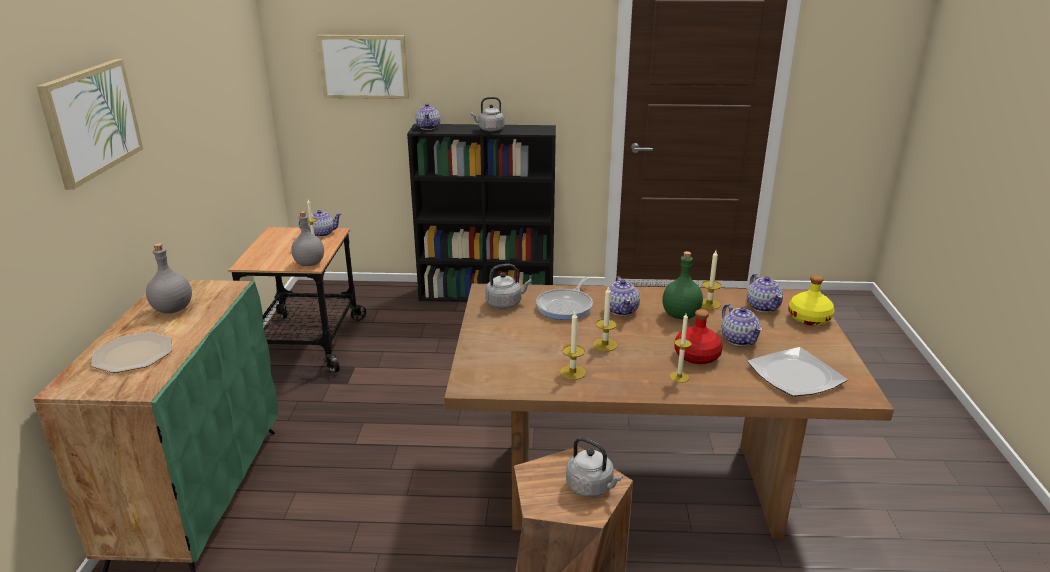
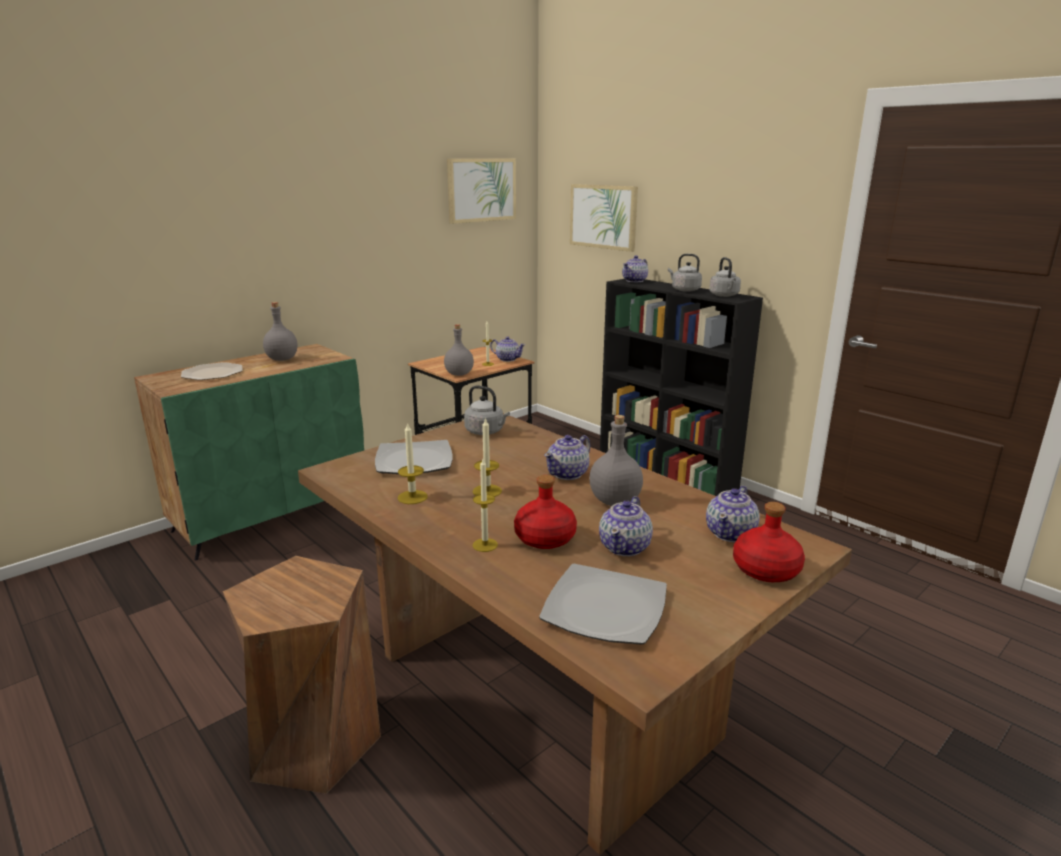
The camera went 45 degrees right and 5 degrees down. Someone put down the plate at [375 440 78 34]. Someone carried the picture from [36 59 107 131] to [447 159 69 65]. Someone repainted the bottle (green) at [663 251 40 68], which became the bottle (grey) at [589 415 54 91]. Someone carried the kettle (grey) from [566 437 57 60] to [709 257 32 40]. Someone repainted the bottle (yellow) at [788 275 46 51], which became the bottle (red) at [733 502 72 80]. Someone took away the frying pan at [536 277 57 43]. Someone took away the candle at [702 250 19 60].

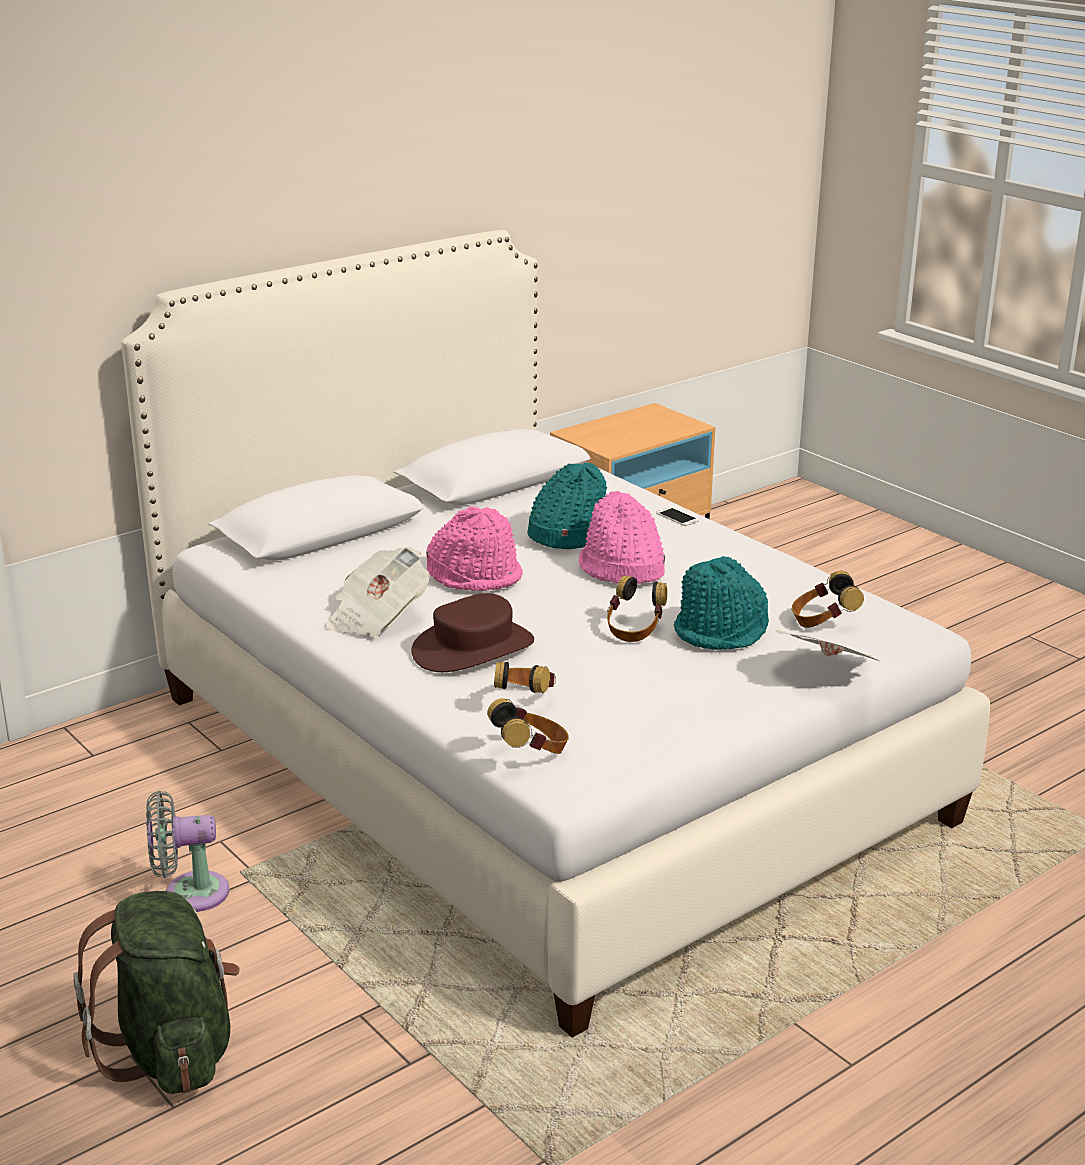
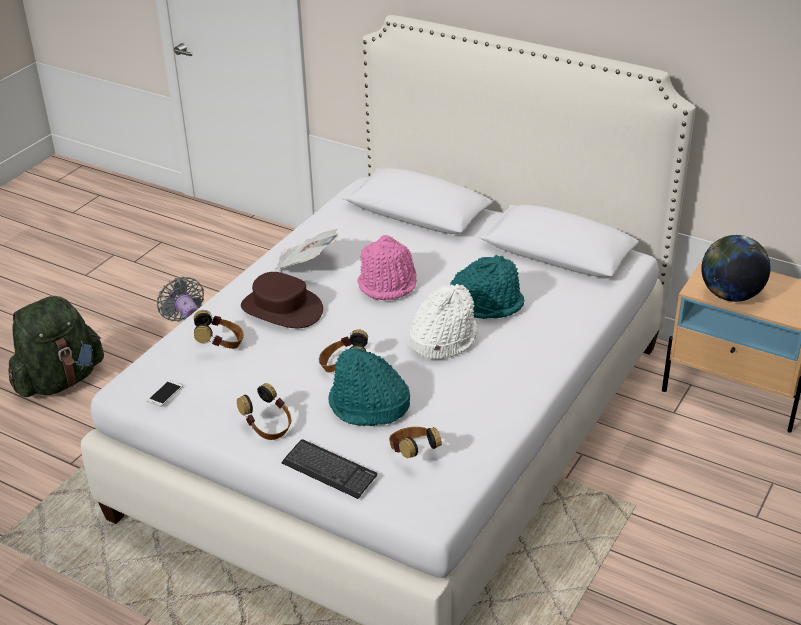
The camera went 70 degrees right and 10 degrees up. Someone carried the phone from [656 507 43 19] to [147 380 36 27]. Someone carried the headphones from [487 698 82 56] to [237 383 55 57]. Someone swapped the newspaper at [776 630 103 31] for the keyboard at [282 439 95 60]. Someone repainted the hat (pink) at [579 491 86 93], which became the hat (white) at [408 284 70 75]. Someone put down the globe at [701 235 70 67].

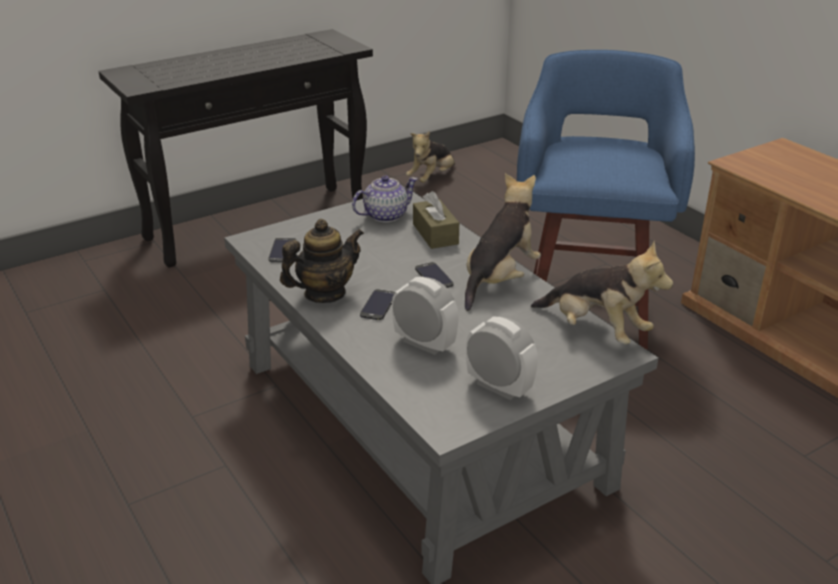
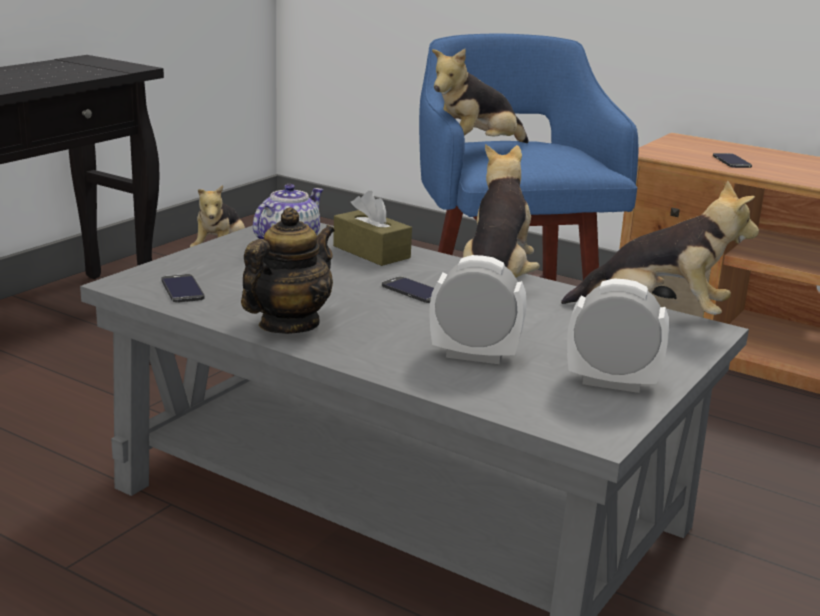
The camera went 25 degrees left and 10 degrees down. Someone put down the plush toy at [432 49 97 94]. Someone carried the phone from [360 289 35 31] to [713 153 39 15].

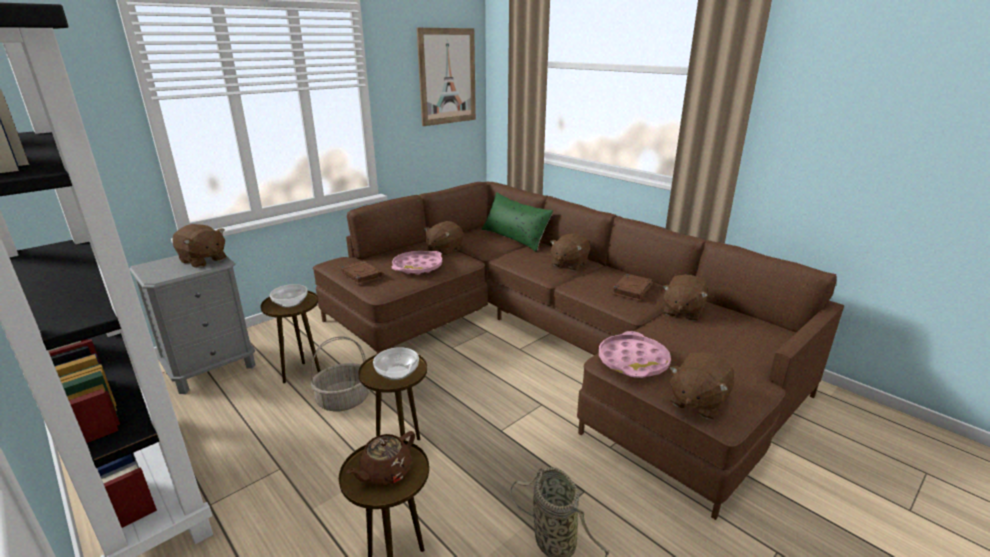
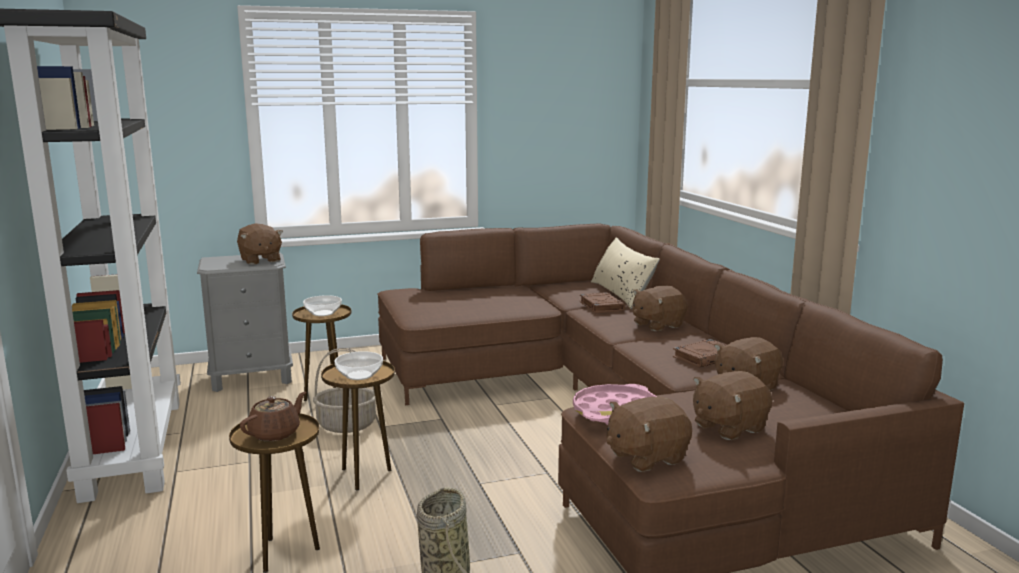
The camera went 25 degrees right and 10 degrees down. Someone rotated the teapot (brown) at [346 431 69 54] by 150 degrees clockwise. Someone carried the book (brown) from [340 261 43 24] to [580 292 45 21]. Someone repainted the pillow (green) at [482 192 71 60], which became the pillow (beige) at [591 237 69 72]. Someone carried the plush toy (brown) from [424 221 39 35] to [693 371 79 69]. Someone took away the tray (pink) at [391 251 51 24]. Someone took away the picture at [417 28 59 98].

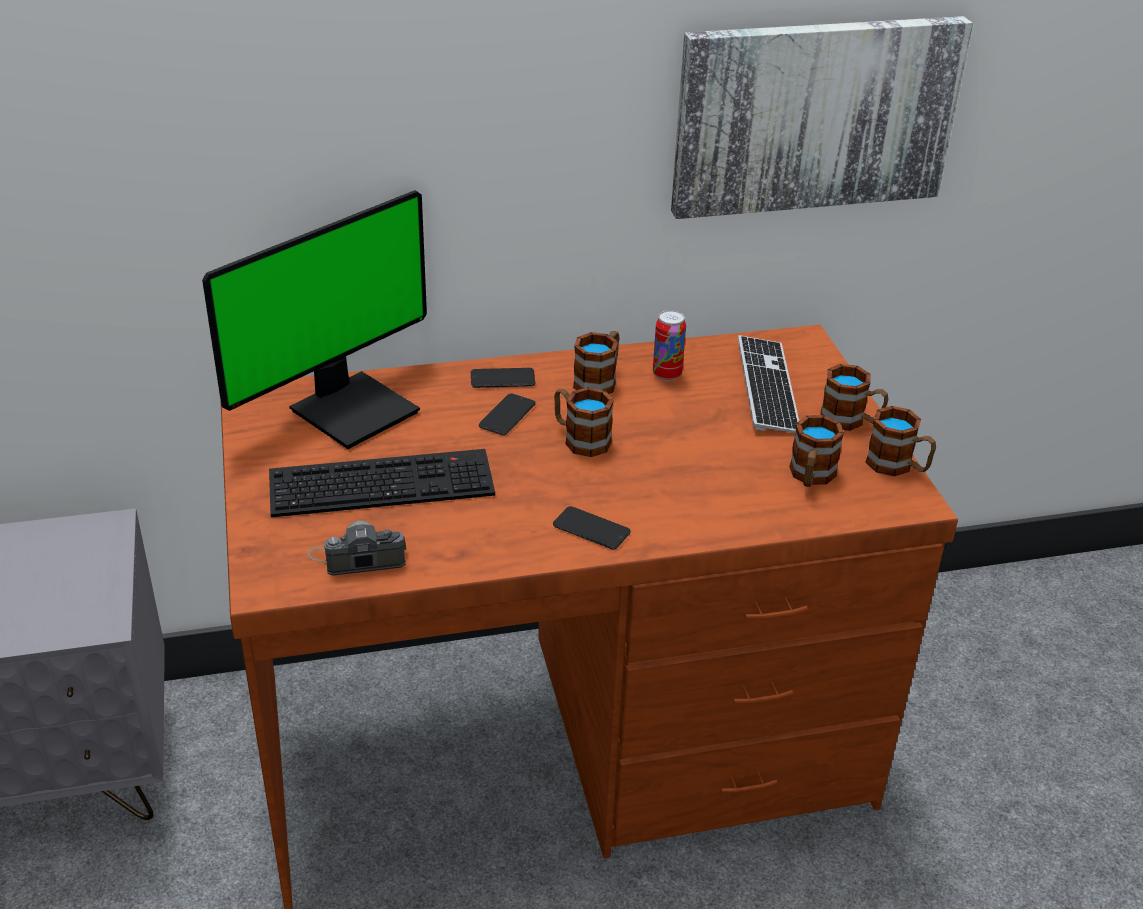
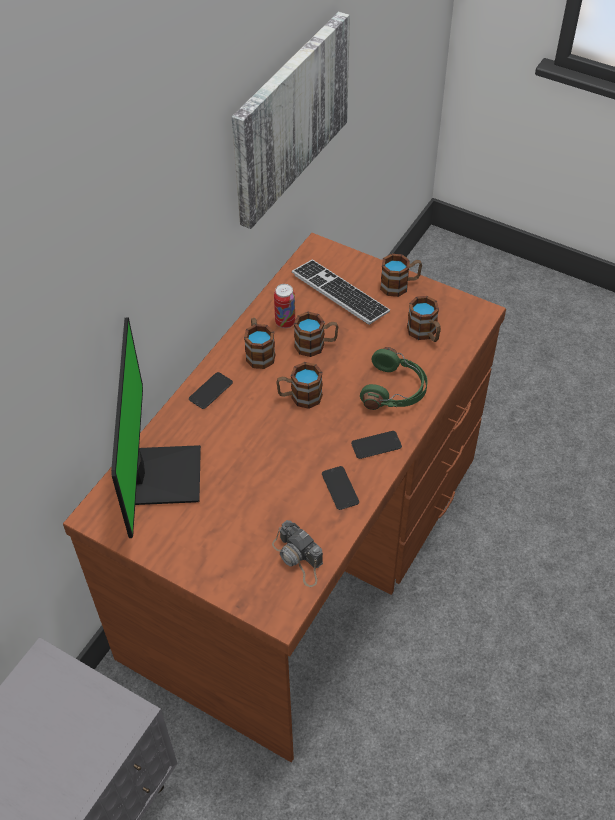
The camera went 45 degrees left and 15 degrees up. Someone rotated the photo camera at [307 520 99 56] by 75 degrees counterclockwise. Someone carried the mug from [866 406 70 70] to [294 312 44 45]. Someone carried the phone from [479 394 57 41] to [322 466 37 44]. Someone put down the headphones (green) at [360 347 68 63]. Someone took away the keyboard at [269 449 226 69].

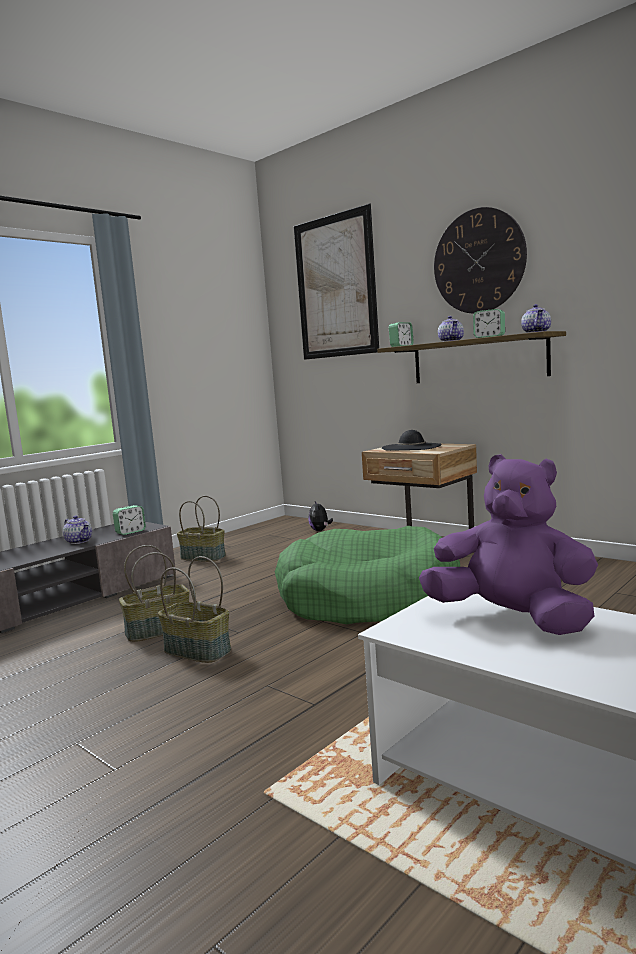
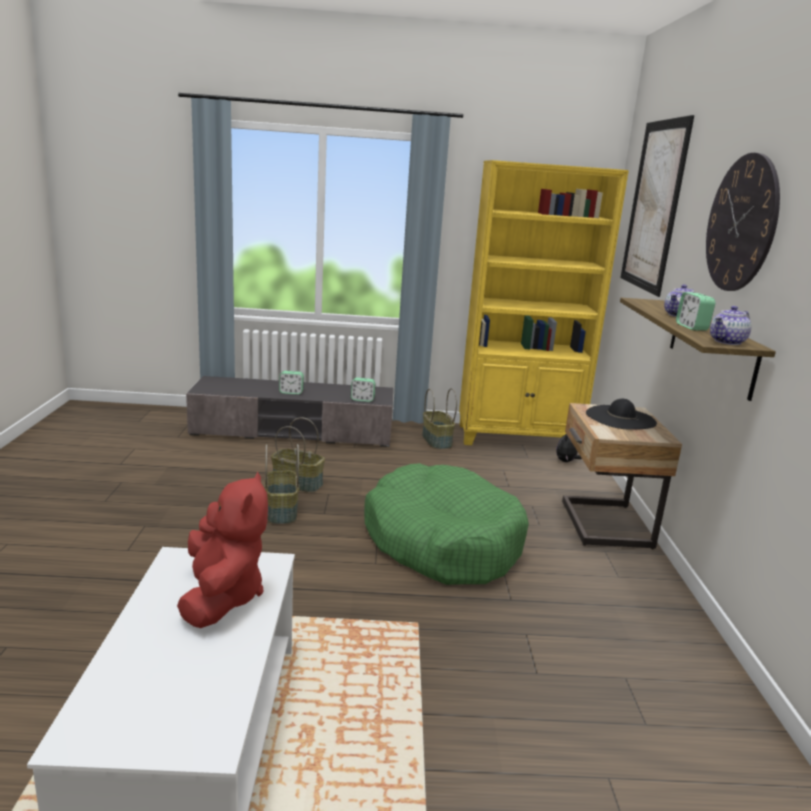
The camera went 45 degrees right and 10 degrees up. Someone repainted the plush toy (purple) at [419 454 179 181], which became the plush toy (red) at [177 472 91 156]. Someone carried the alarm clock from [389 322 25 25] to [279 371 25 23]. Someone put down the bookcase (yellow) at [459 160 170 285]. Someone took away the teapot at [63 515 29 29].

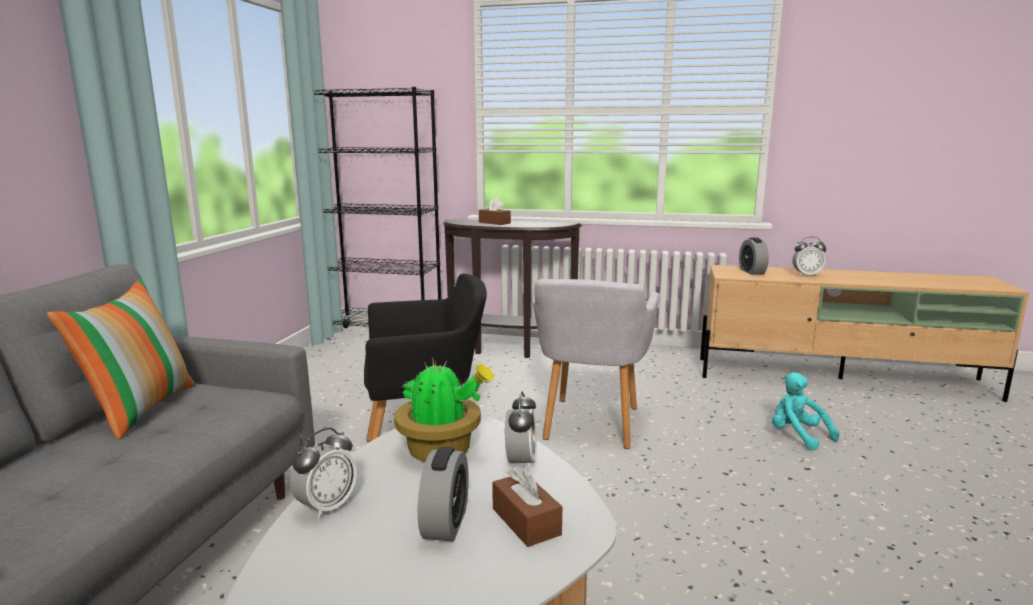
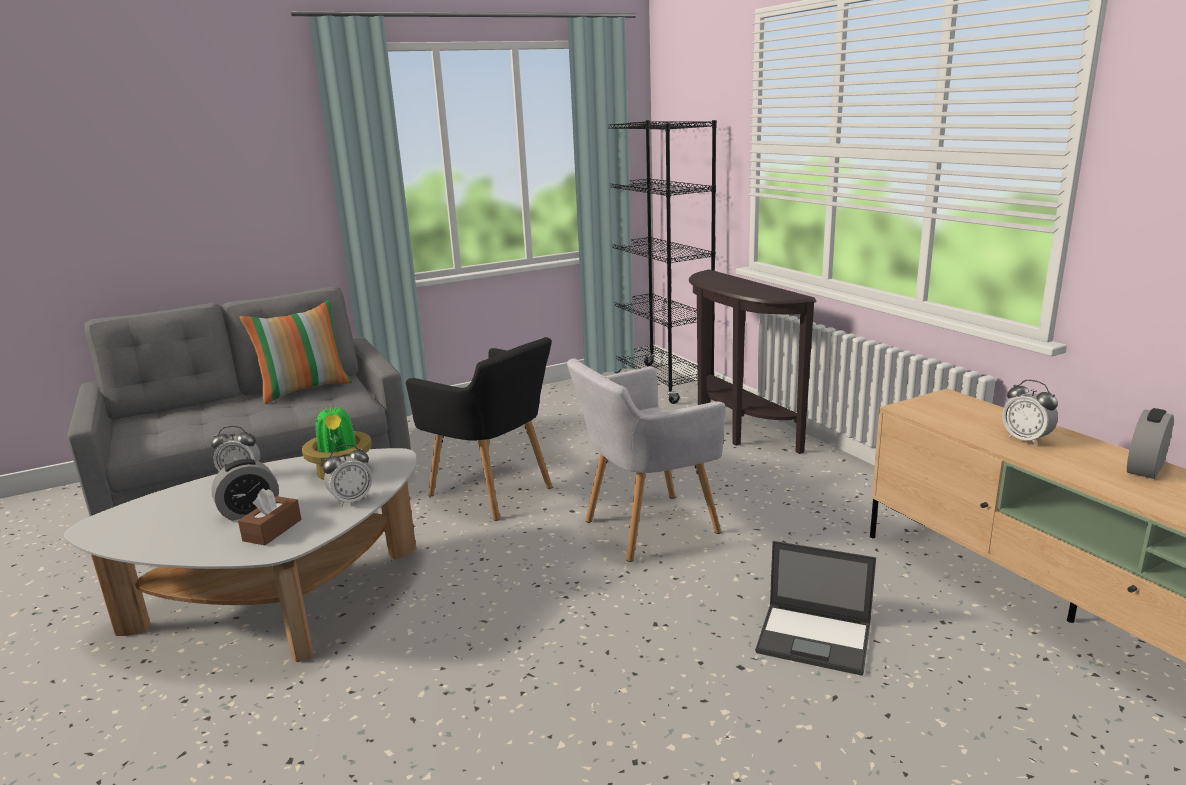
The camera went 50 degrees right and 5 degrees up. Someone swapped the plush toy (turquoise) at [772 372 68 78] for the laptop at [755 541 121 135]. Someone carried the alarm clock from [739 237 30 38] to [1127 408 47 71]. Someone took away the tissue box (brown) at [479 198 32 27].

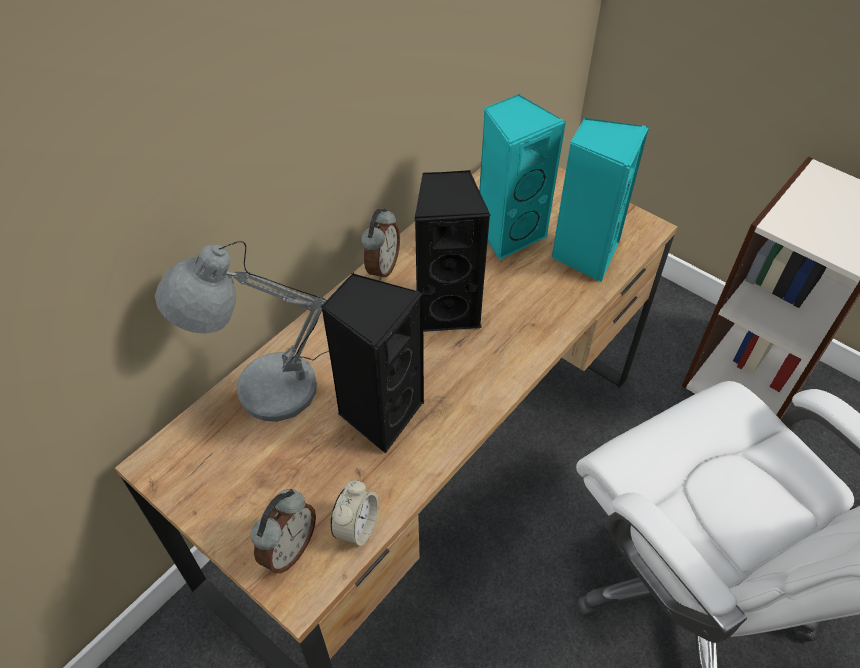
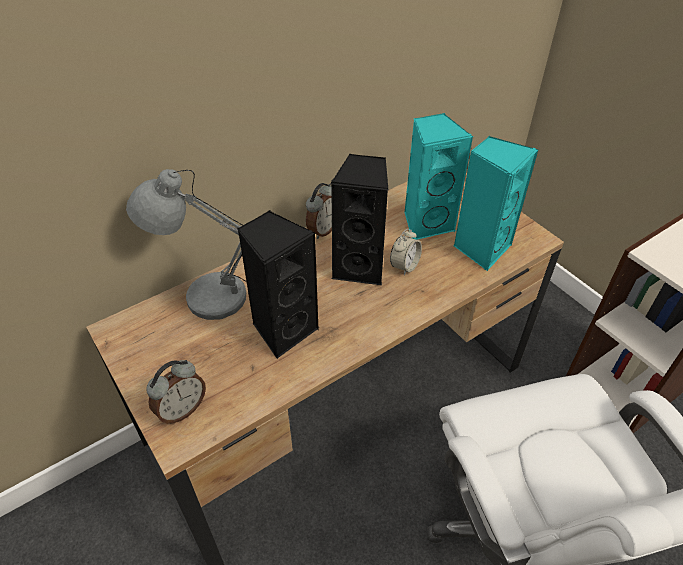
The camera went 15 degrees right and 5 degrees down. Someone carried the alarm clock from [331 480 48 67] to [390 229 32 47].

